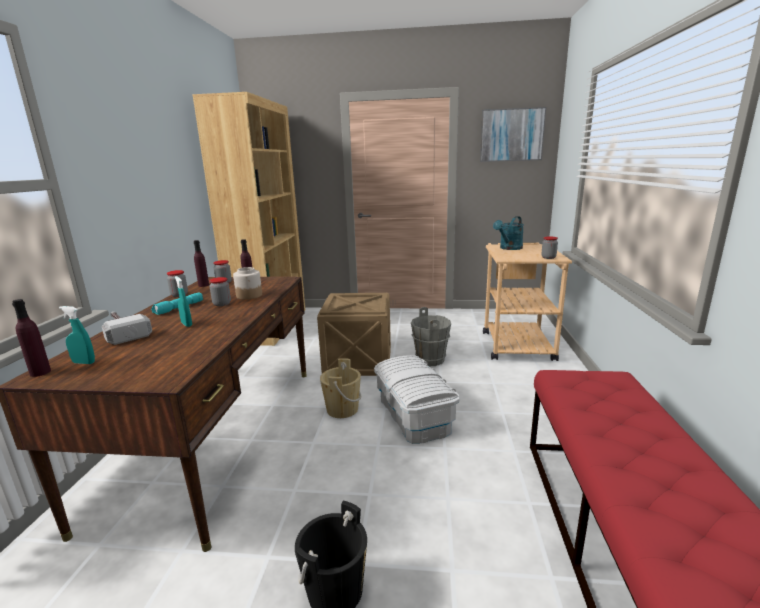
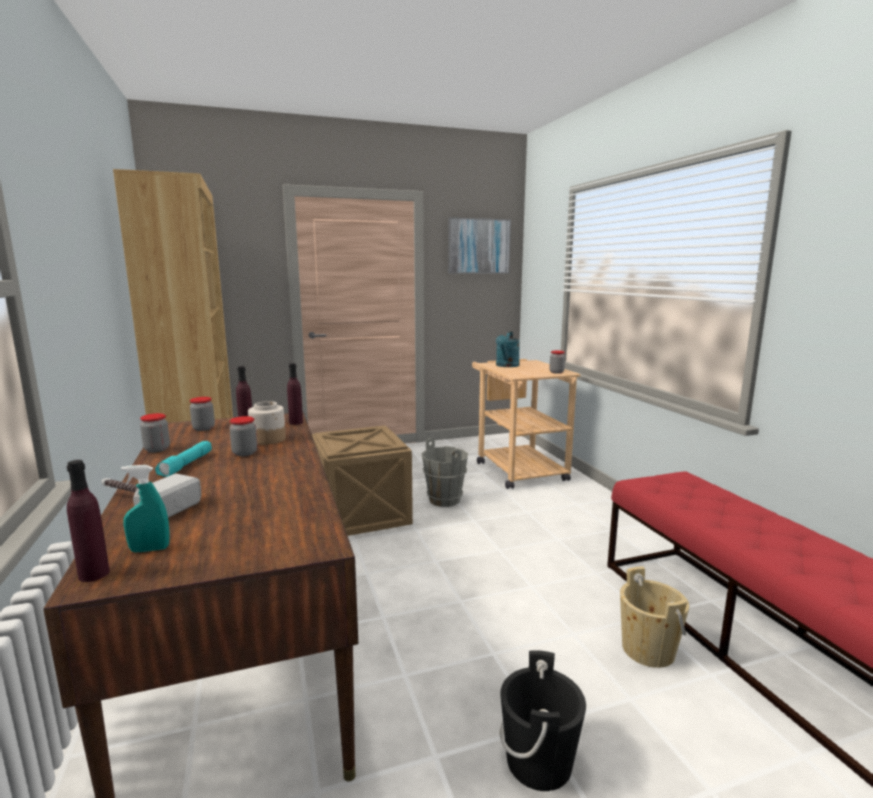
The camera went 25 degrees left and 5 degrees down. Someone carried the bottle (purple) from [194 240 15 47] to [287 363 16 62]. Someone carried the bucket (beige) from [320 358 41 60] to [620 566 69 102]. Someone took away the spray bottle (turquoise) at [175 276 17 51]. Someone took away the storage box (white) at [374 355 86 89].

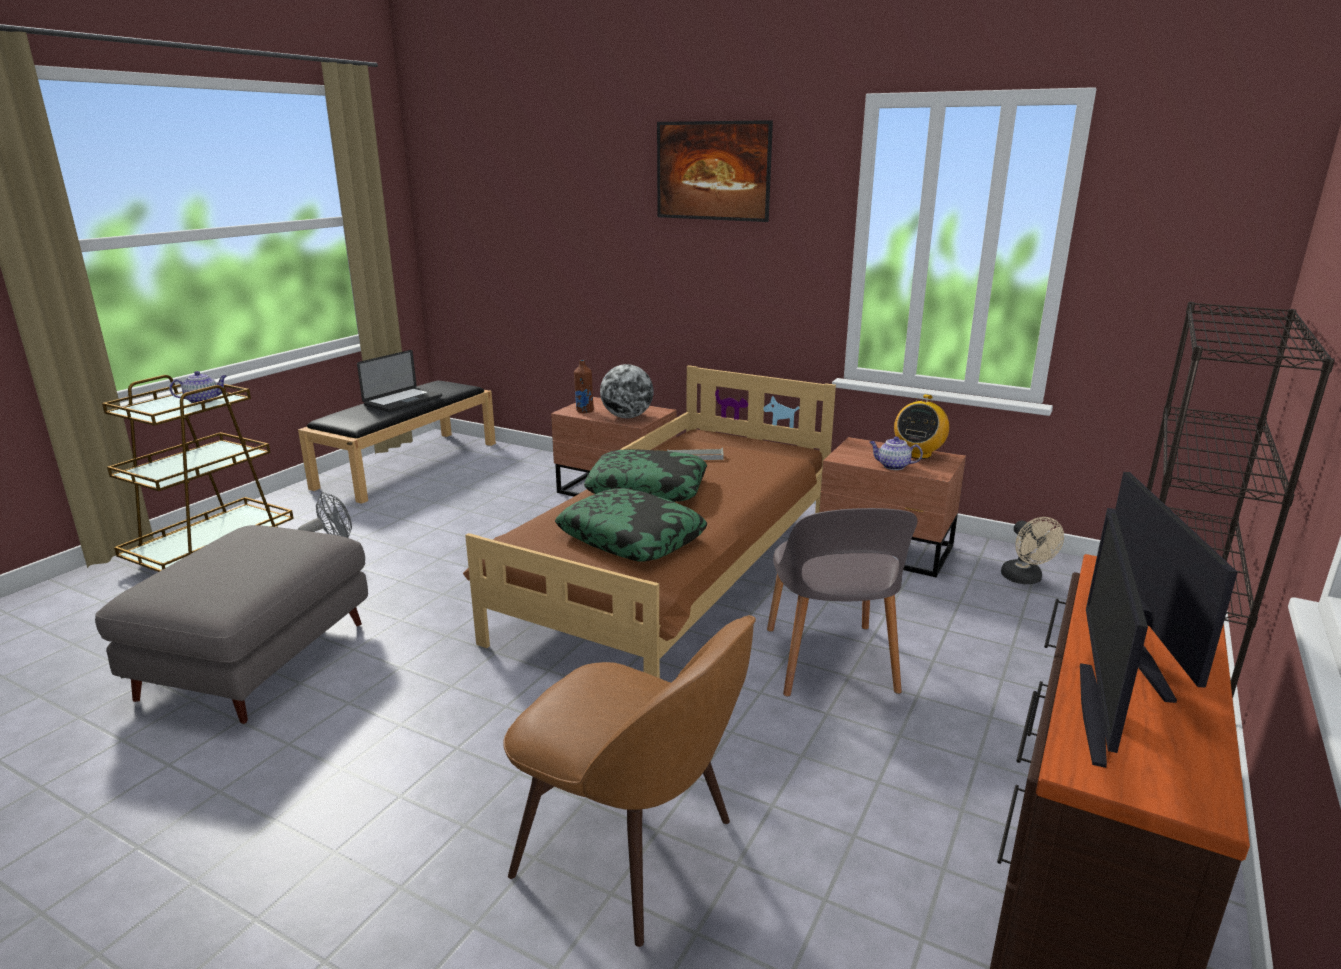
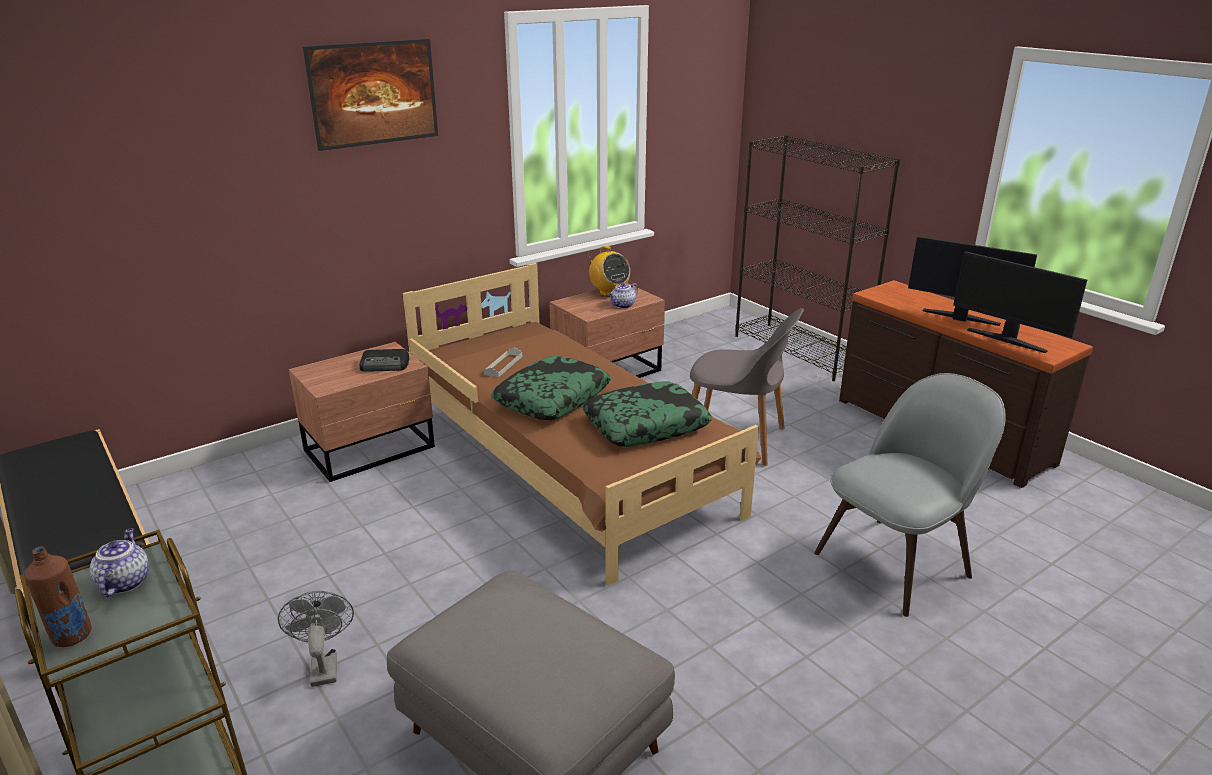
The camera went 65 degrees left and 5 degrees up. Someone carried the bottle (brown) from [574 360 20 53] to [24 546 68 101]. Someone swapped the globe at [600 364 54 54] for the radio at [360 349 50 22]. Someone repainted the chair (brown) at [503 615 253 332], which became the chair (grey) at [814 373 192 244]. Someone took away the laptop at [357 350 85 62]. Someone took away the fan (beige) at [1001 517 63 67].

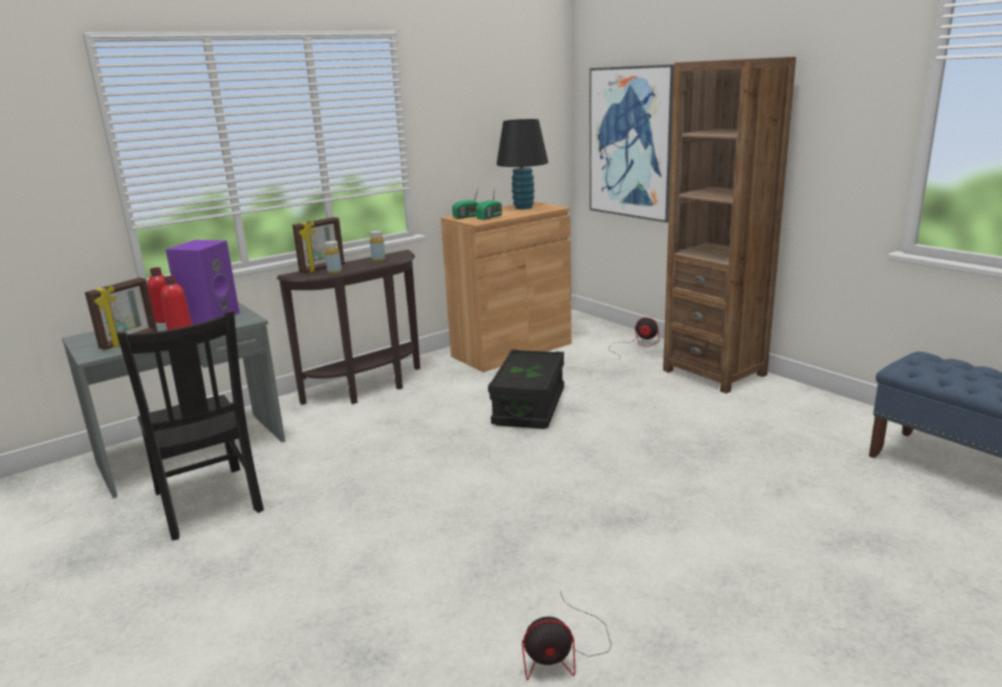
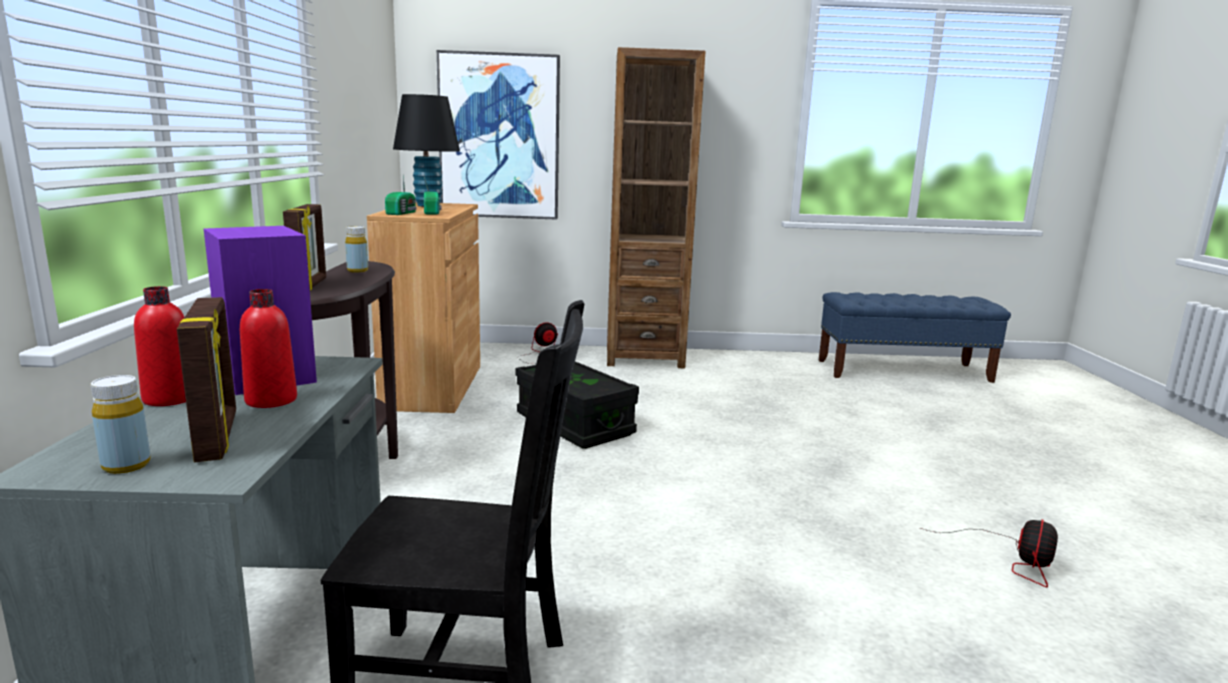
The camera went 55 degrees left and 5 degrees down. Someone carried the bottle (yellow) from [325 241 17 33] to [91 375 60 99].

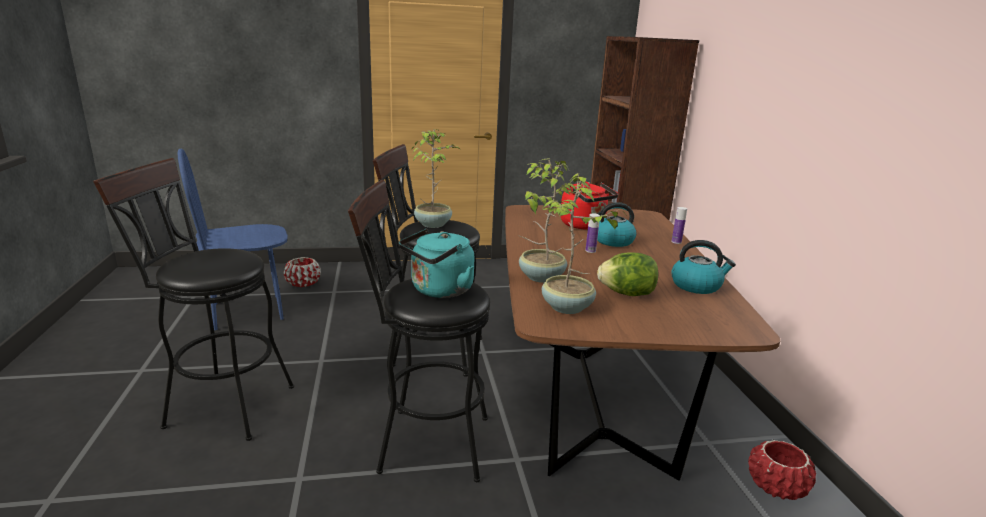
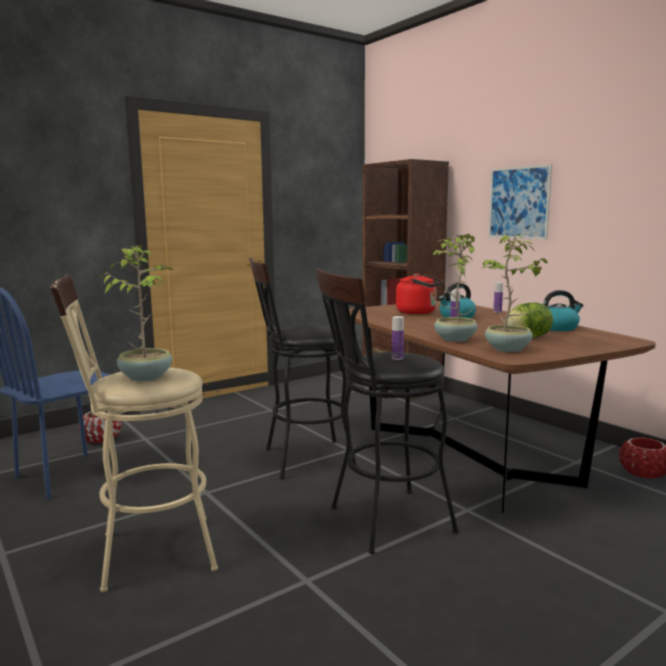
The camera went 25 degrees left and 10 degrees down. Someone repainted the stool (black) at [93 158 201 283], which became the stool (beige) at [50 275 168 317]. Someone carried the potted plant from [412 129 48 99] to [100 245 74 136]. Someone swapped the kettle (turquoise) at [399 229 75 69] for the bottle at [392 316 12 44]. Someone put up the picture at [488 164 64 75].

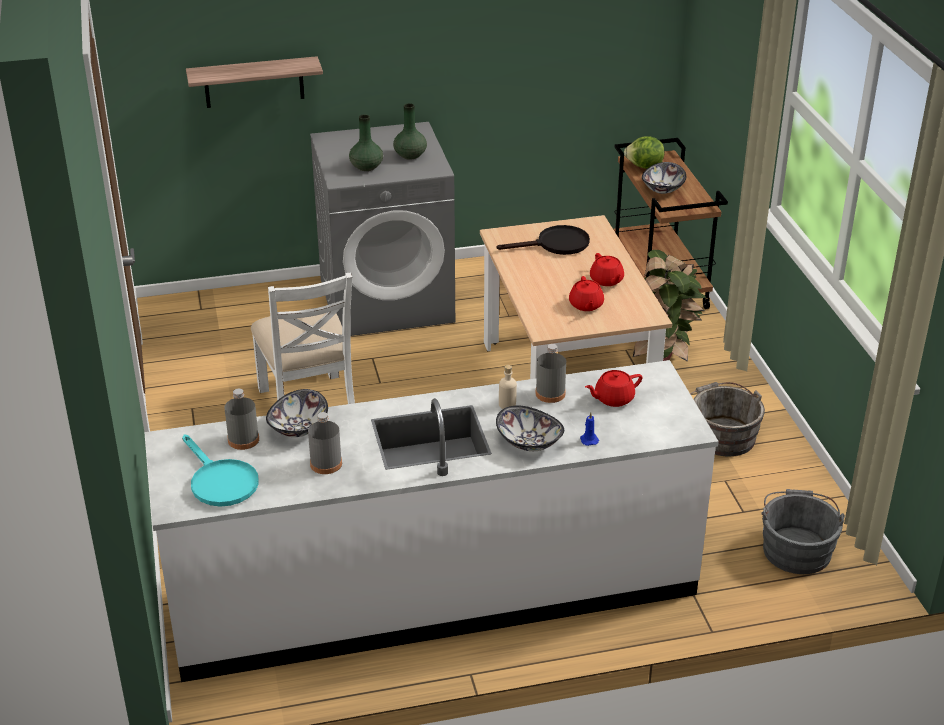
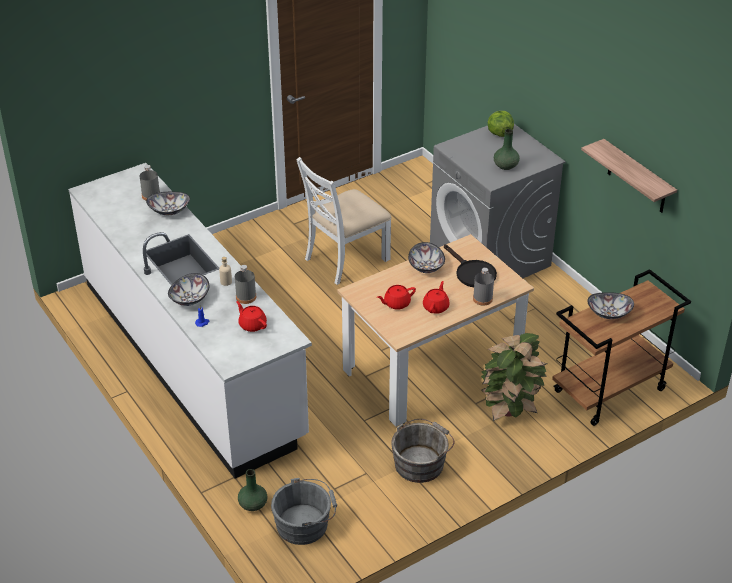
The camera went 70 degrees right and 5 degrees up. Someone carried the vase (green) from [349 114 34 57] to [238 469 29 42]. Someone put down the bowl at [408 242 37 31]. Someone rotated the teapot (red) at [590 253 34 33] by 150 degrees clockwise. Someone carried the bottle (grey) from [308 412 34 62] to [473 267 21 39]. Someone carried the lettuce from [624 136 41 33] to [488 111 26 26]. Someone carried the shelf from [186 56 137 52] to [581 139 96 74]. Someone took away the frying pan (turquoise) at [182 434 77 73].

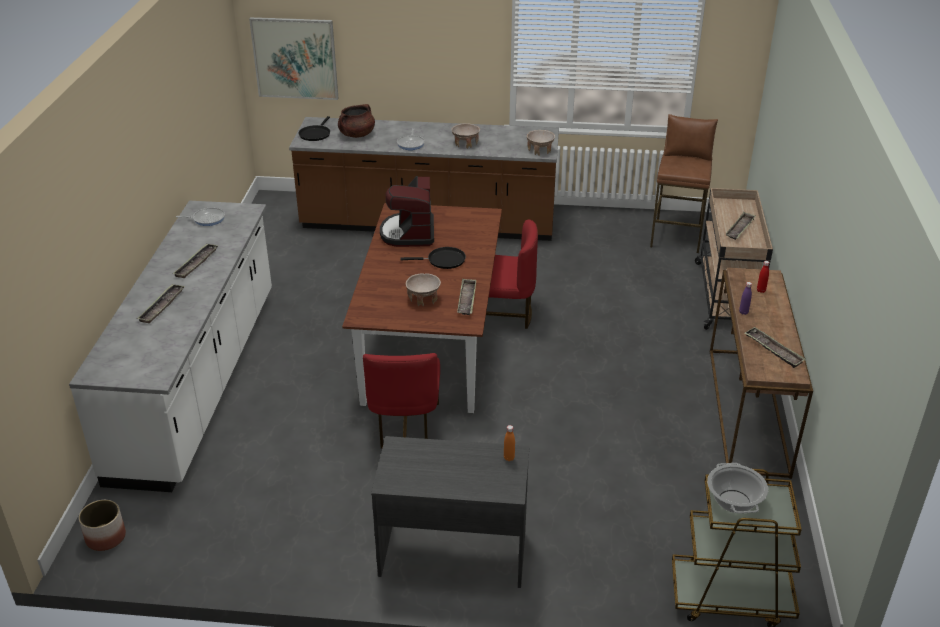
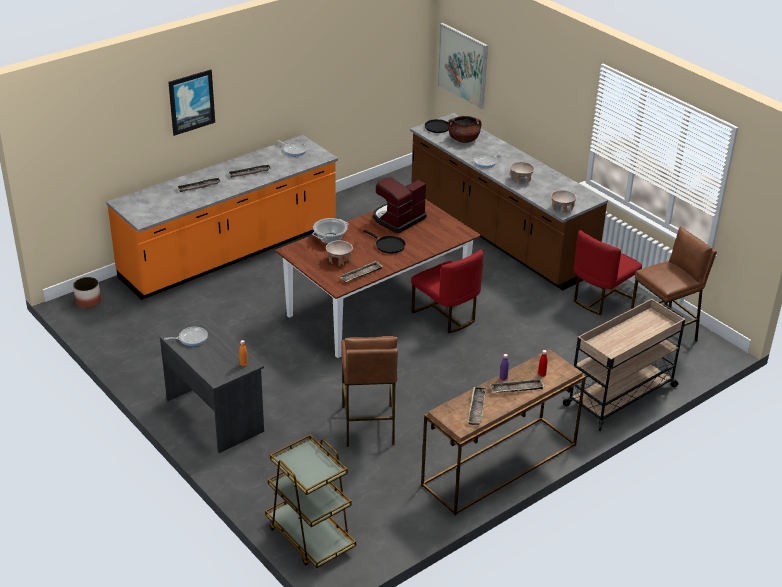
The camera went 45 degrees right and 0 degrees up. Someone repainted the counter (white) at [69 201 203 291], which became the counter (orange) at [106 135 232 165]. Someone put down the frying pan at [164 327 44 19]. Someone put up the picture at [168 69 47 67]. Someone carried the cooking pot from [707 463 61 50] to [312 218 36 25]. Someone put down the stool (brown) at [341 336 57 111]. Someone carried the tray from [725 212 31 28] to [490 378 55 15]. Someone carried the chair (red) from [363 353 77 96] to [574 230 68 85].

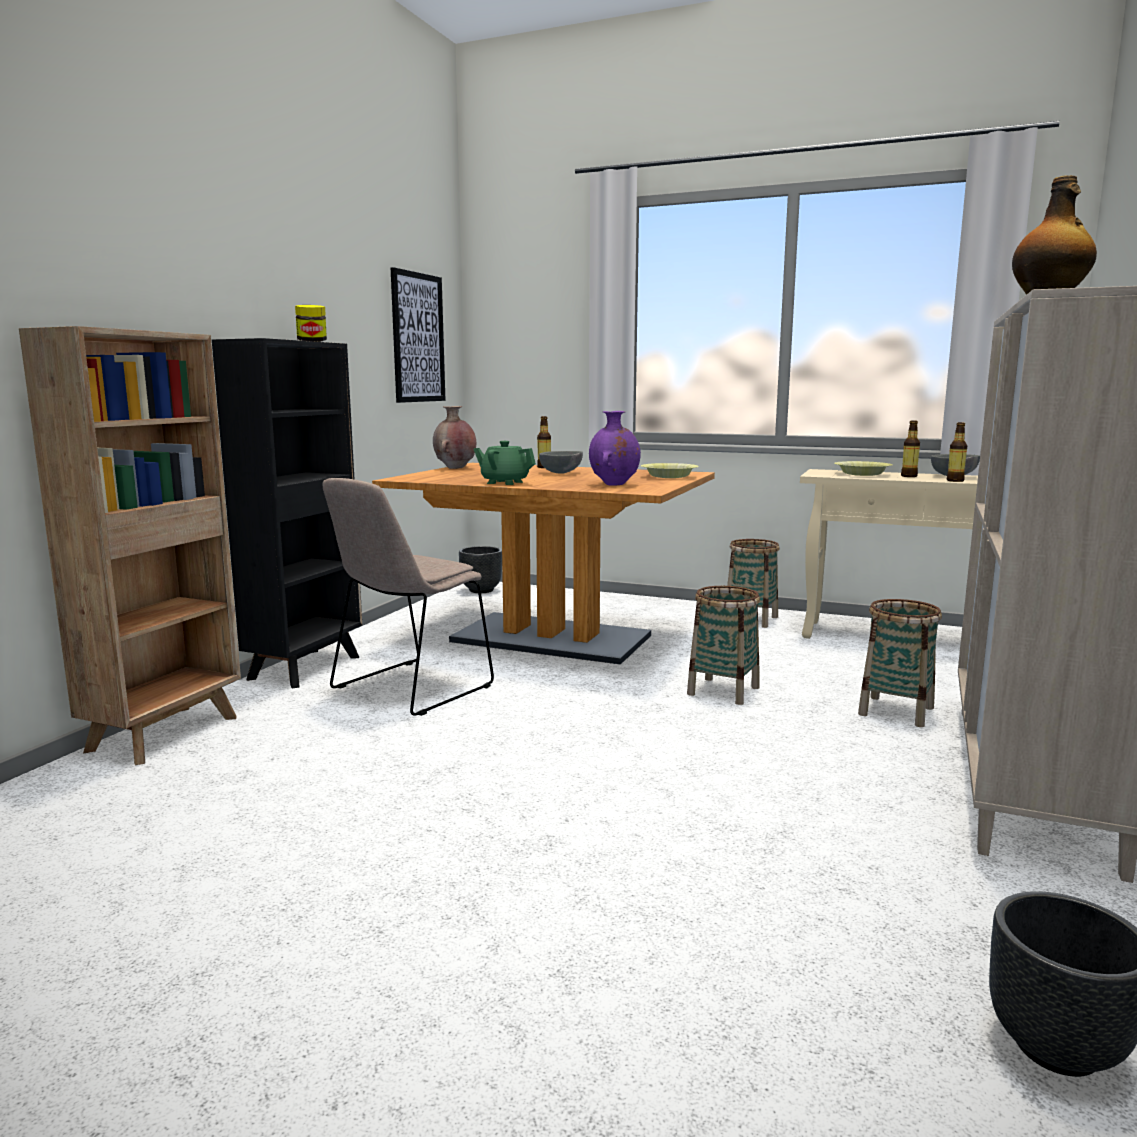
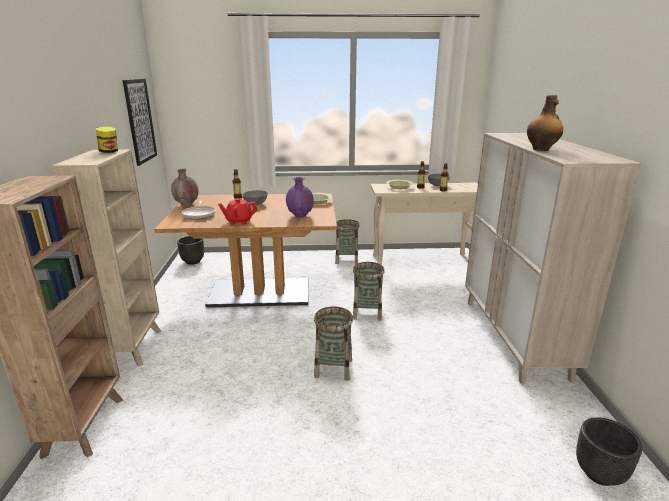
The camera went 25 degrees left and 10 degrees up. Someone repainted the bookcase (black) at [212 338 150 350], which became the bookcase (beige) at [52 150 110 216]. Someone put down the frying pan at [182 201 34 18]. Someone repainted the teapot (green) at [473 441 63 44], which became the teapot (red) at [218 198 40 27]. Someone carried the basket from [858 599 84 128] to [314 307 39 73]. Someone took away the chair (beige) at [322 478 172 238].

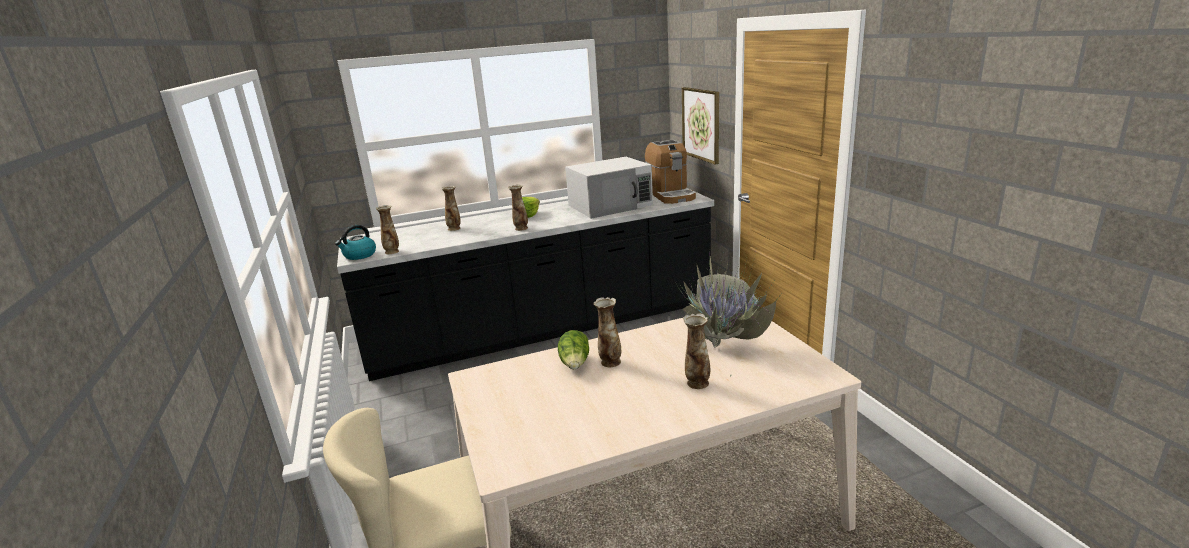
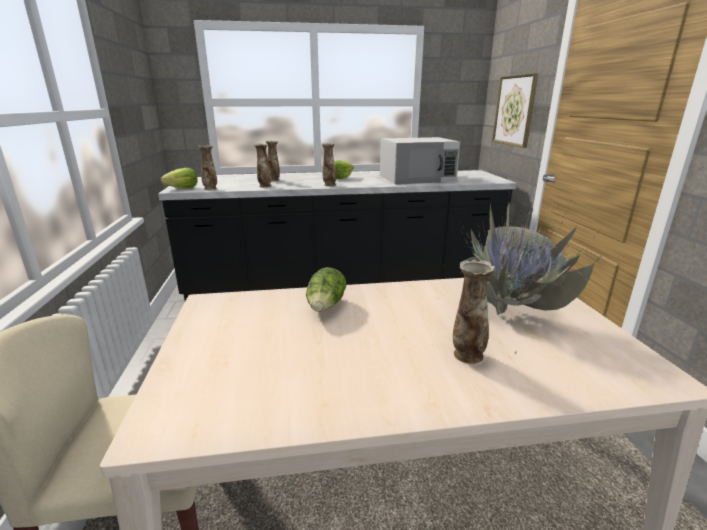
The camera went 10 degrees right and 0 degrees up. Someone swapped the kettle at [335 225 41 35] for the lettuce at [161 168 37 20]. Someone carried the vase from [594 297 27 70] to [254 144 18 43]. Someone took away the coffee machine at [645 140 51 64].

